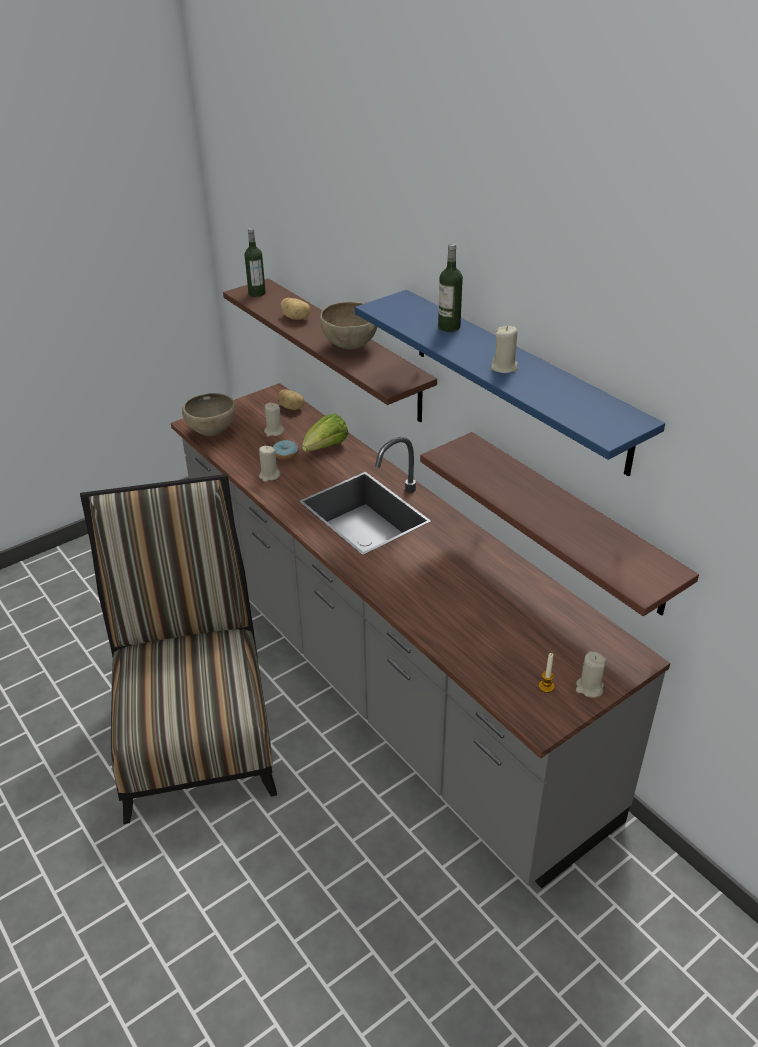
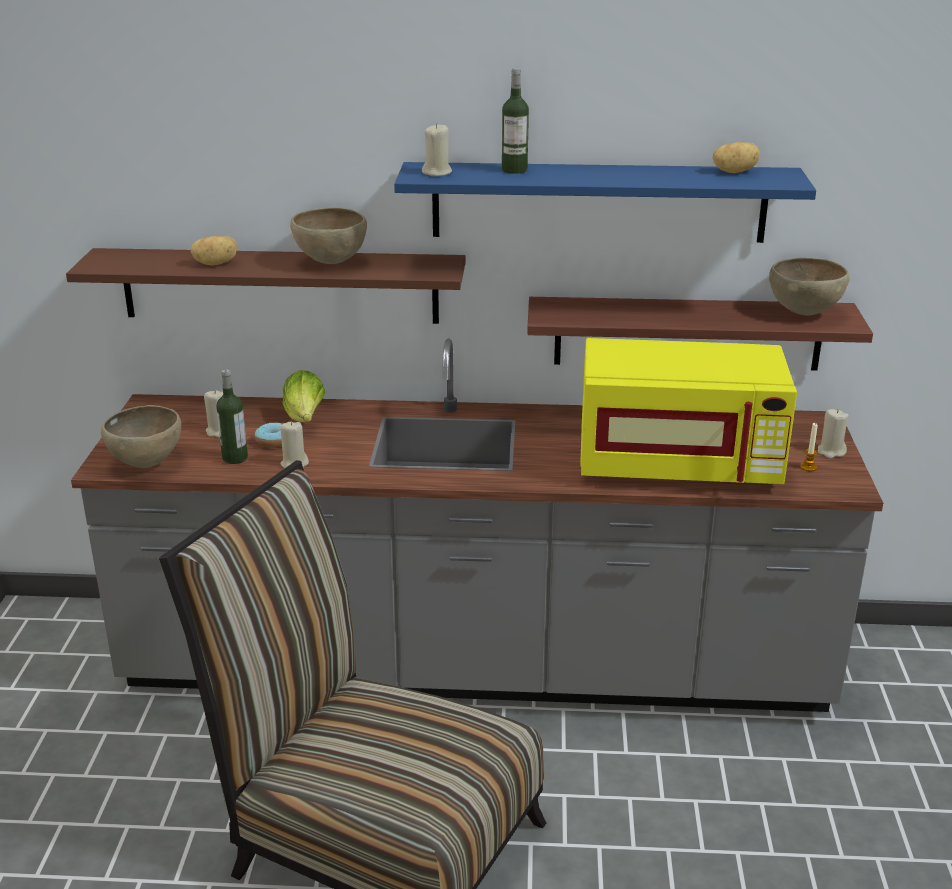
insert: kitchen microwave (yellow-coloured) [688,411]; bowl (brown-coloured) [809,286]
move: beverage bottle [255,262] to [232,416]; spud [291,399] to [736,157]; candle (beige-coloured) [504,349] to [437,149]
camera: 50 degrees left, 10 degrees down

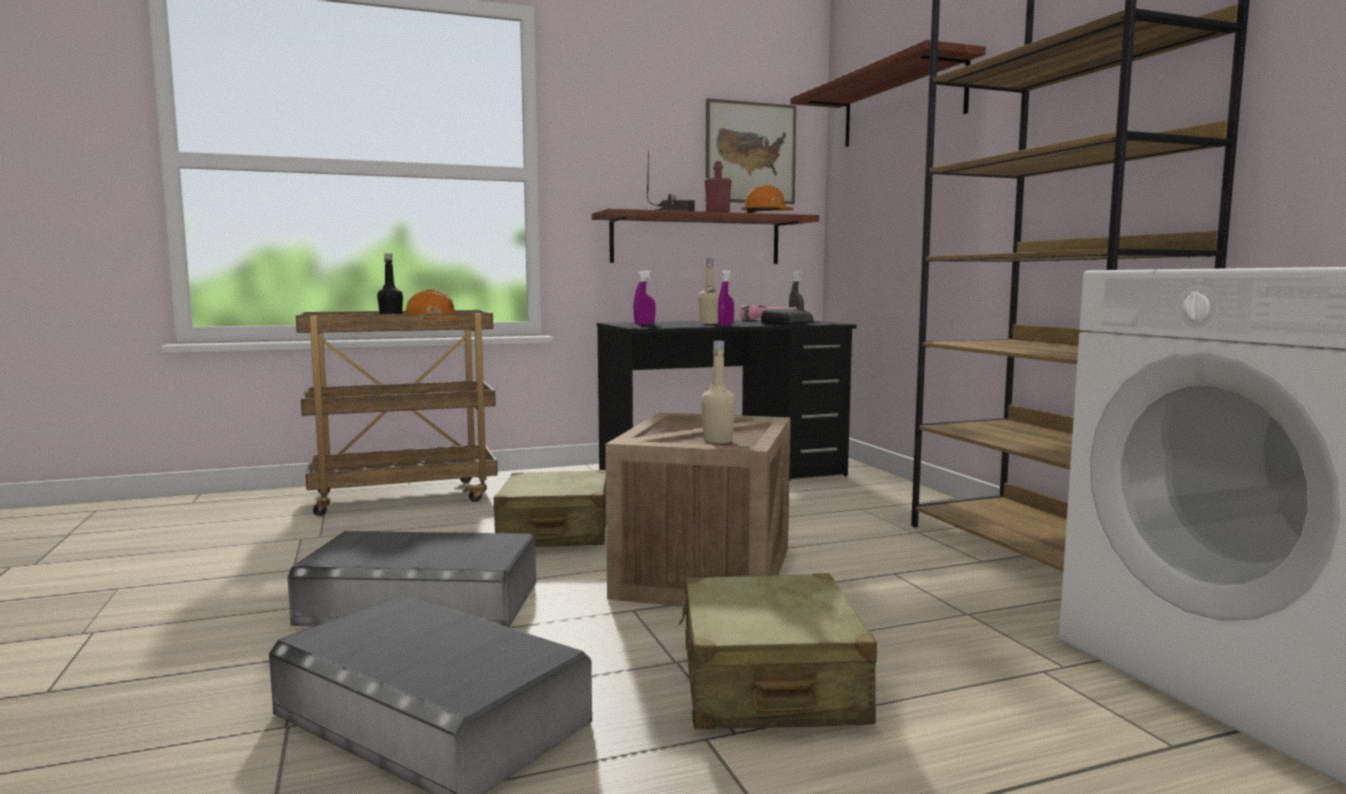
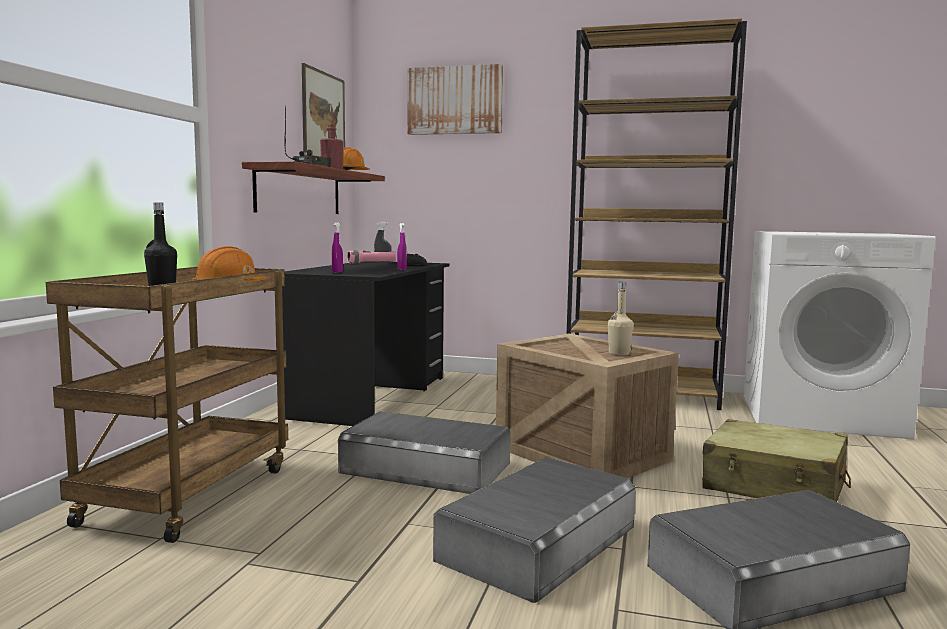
delete: beverage bottle (beige-coloured) [709,291]
replace: travel case (beige-coloured) [550,508] to storage bin (gray) [424,452]; wall shelf [888,93] to picture [455,99]
camera: 55 degrees left, 0 degrees up

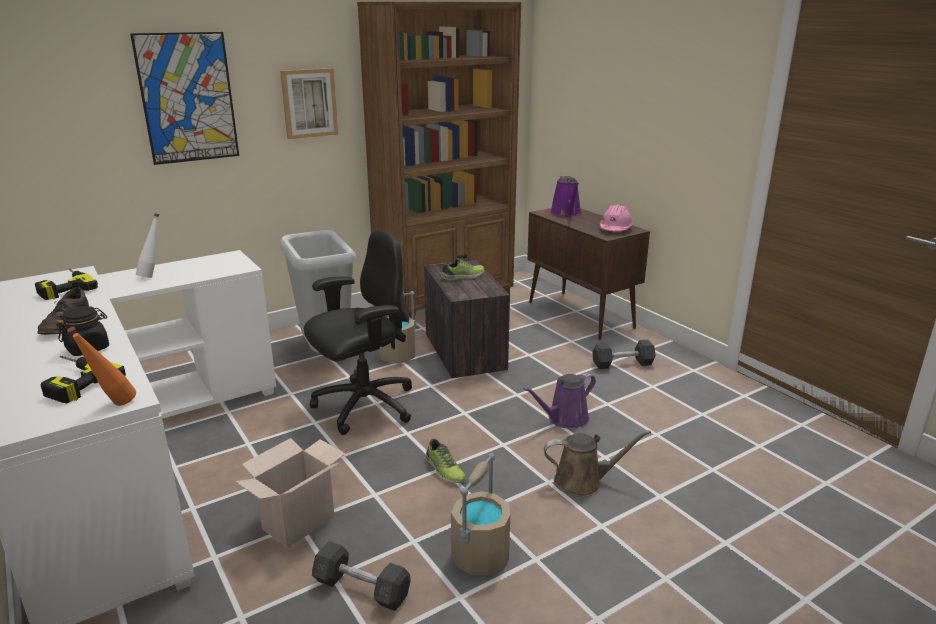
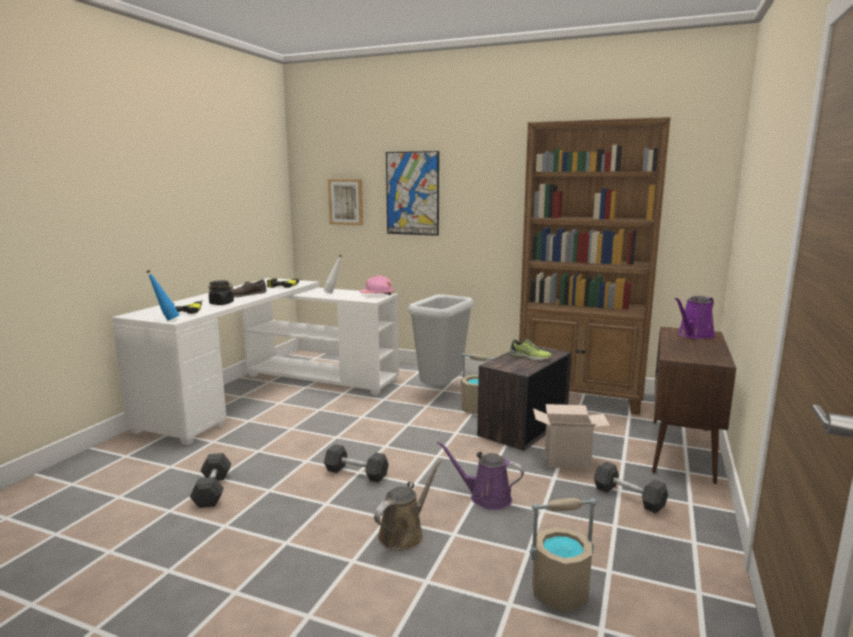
delete: computer chair (black-coloured) [358,333]
move: cardboard box [290,493] to [571,436]; picture [309,103] to [345,202]; pail (beige-coloured) [480,514] to [563,555]; hard hat (pinkish) [616,217] to [377,285]
replace: item of footwear [446,461] to hand weight (gray) [356,463]
recolor: beverage bottle (orange) [101,366] to beverage bottle (blue) [162,295]
rotate: watering pot (brown-coloured) [597,463] = [408,505] 105 degrees counterclockwise
camera: 55 degrees right, 10 degrees down

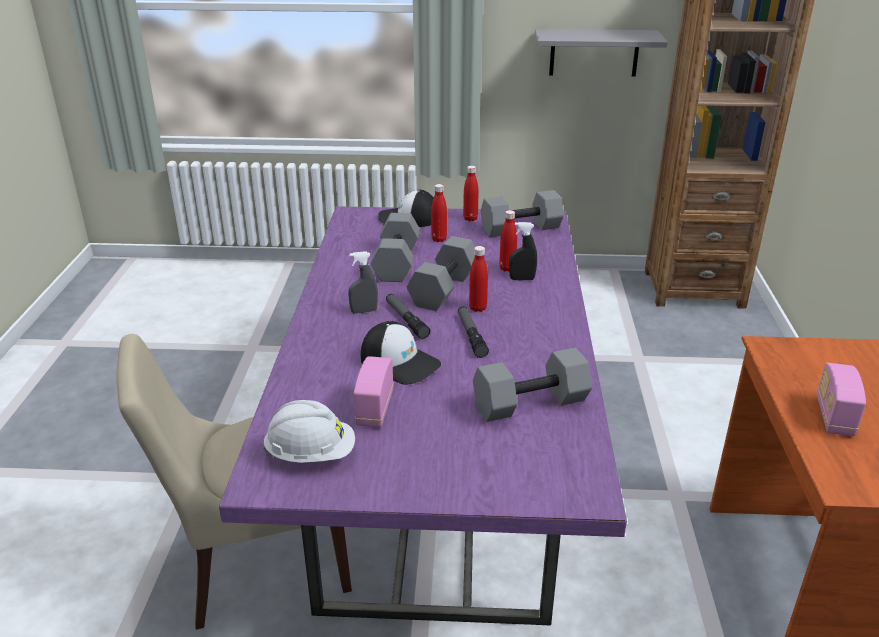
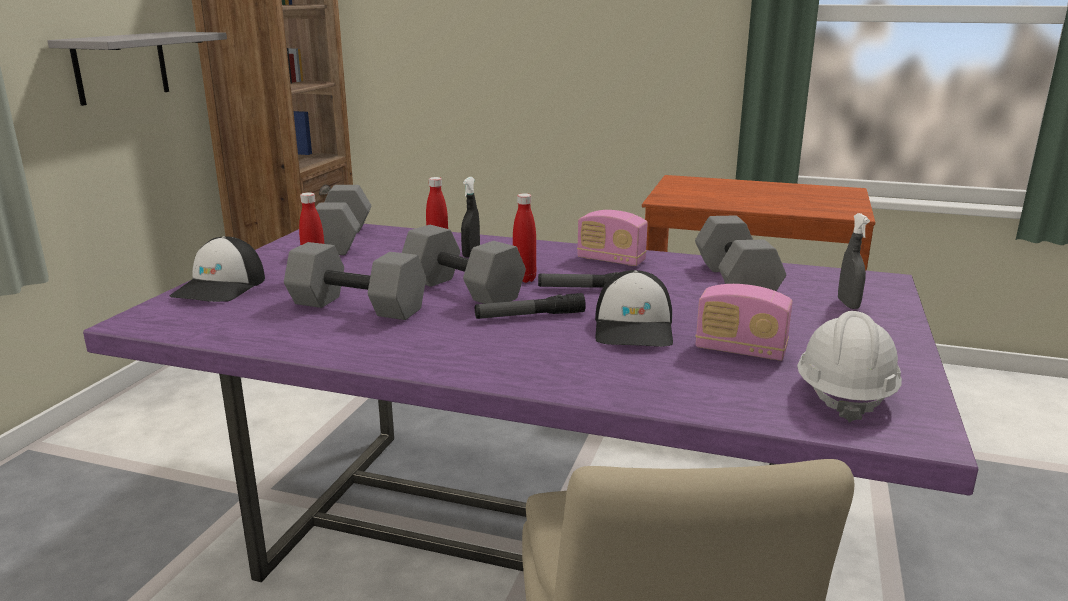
delete: beverage bottle (red) [470,193]
move: hand sprayer (gray) [363,282] to [854,261]; radio set [841,399] to [612,238]
rotate: baseball cap [401,353] = [634,308] 135 degrees clockwise
camera: 75 degrees left, 10 degrees down

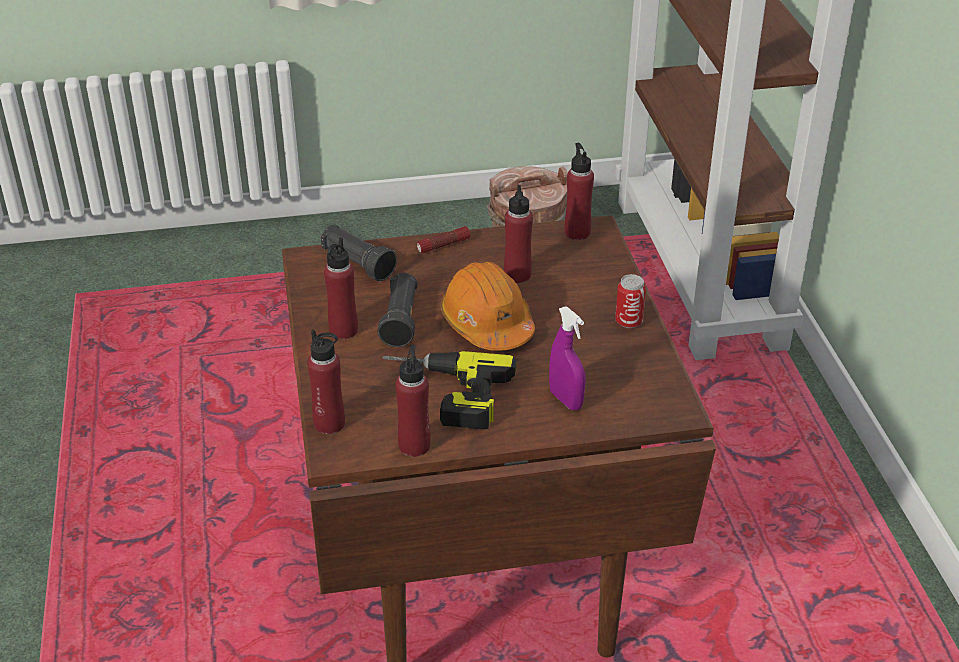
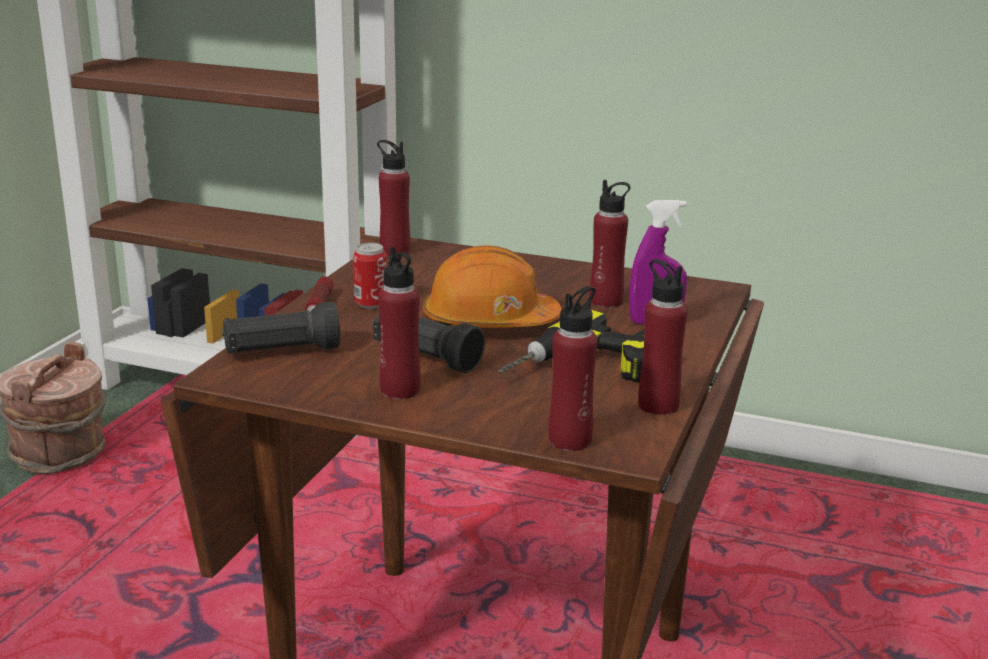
move: beverage bottle (red) [518,234] to [610,244]; metal can [630,301] to [370,276]
camera: 60 degrees left, 15 degrees down

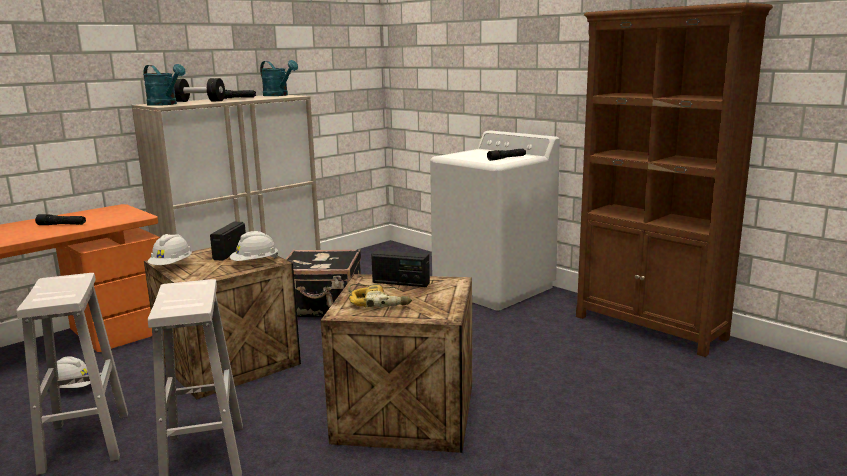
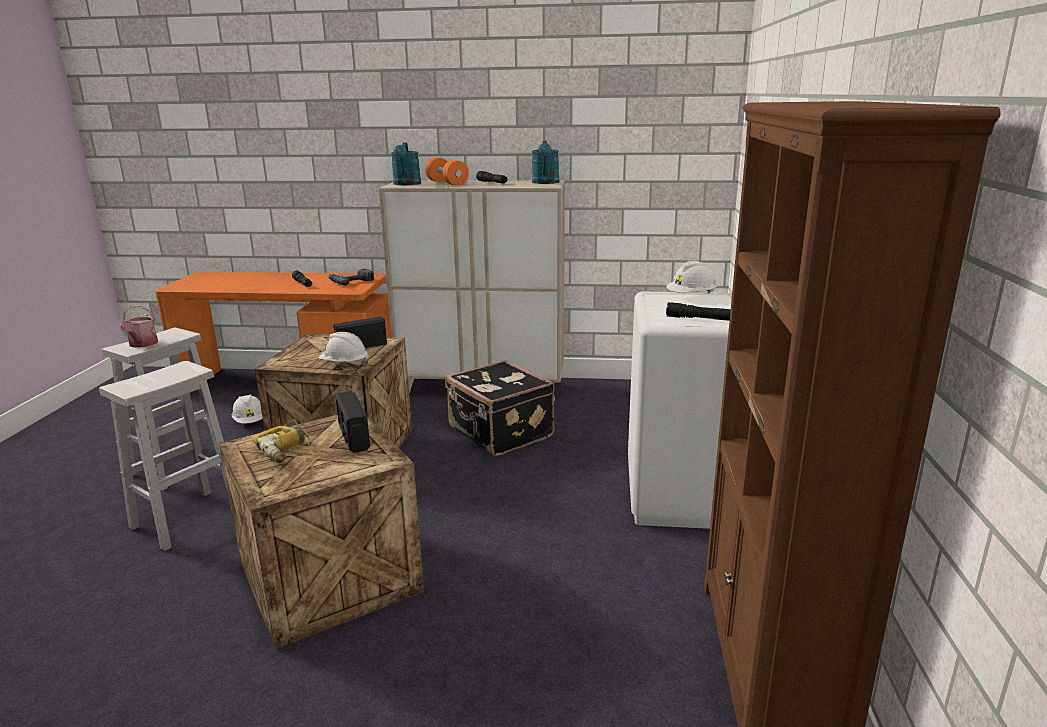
insert: watering pot [138,326]; power drill [351,277]
move: hard hat (white) [169,249] to [691,277]
recolor: hand weight (black-coloured) [199,90] to hand weight (orange) [447,171]
camera: 50 degrees right, 5 degrees up

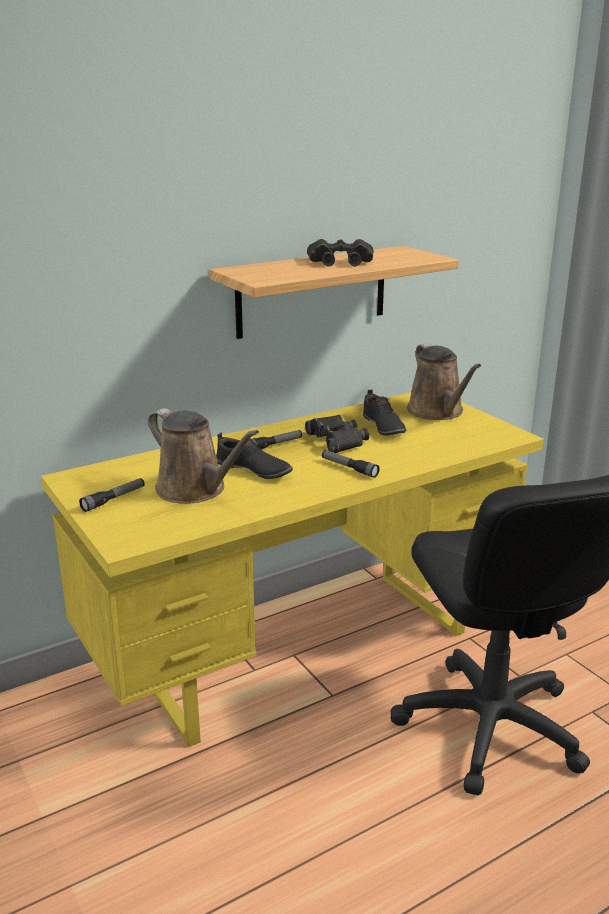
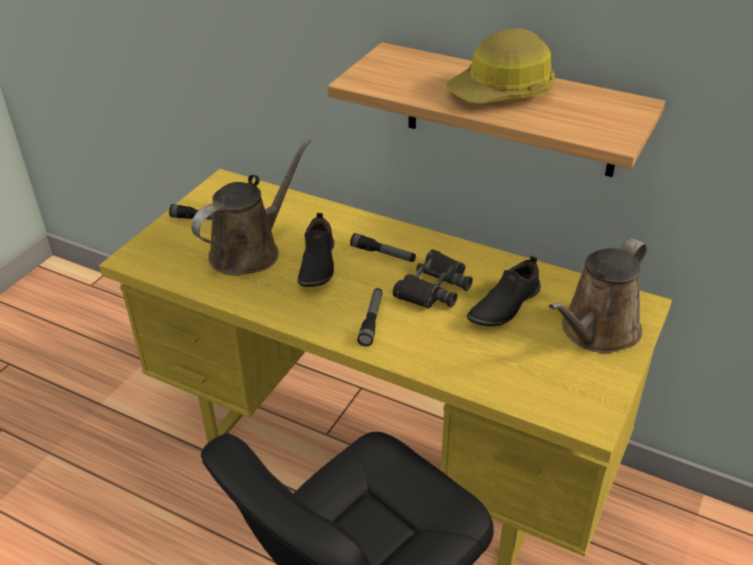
replace: pair of binoculars (black-coloured) [340,252] to hard hat [500,66]
rotate: watering pot (brown-coloured) [203,456] = [251,207] 150 degrees counterclockwise
camera: 60 degrees right, 15 degrees up

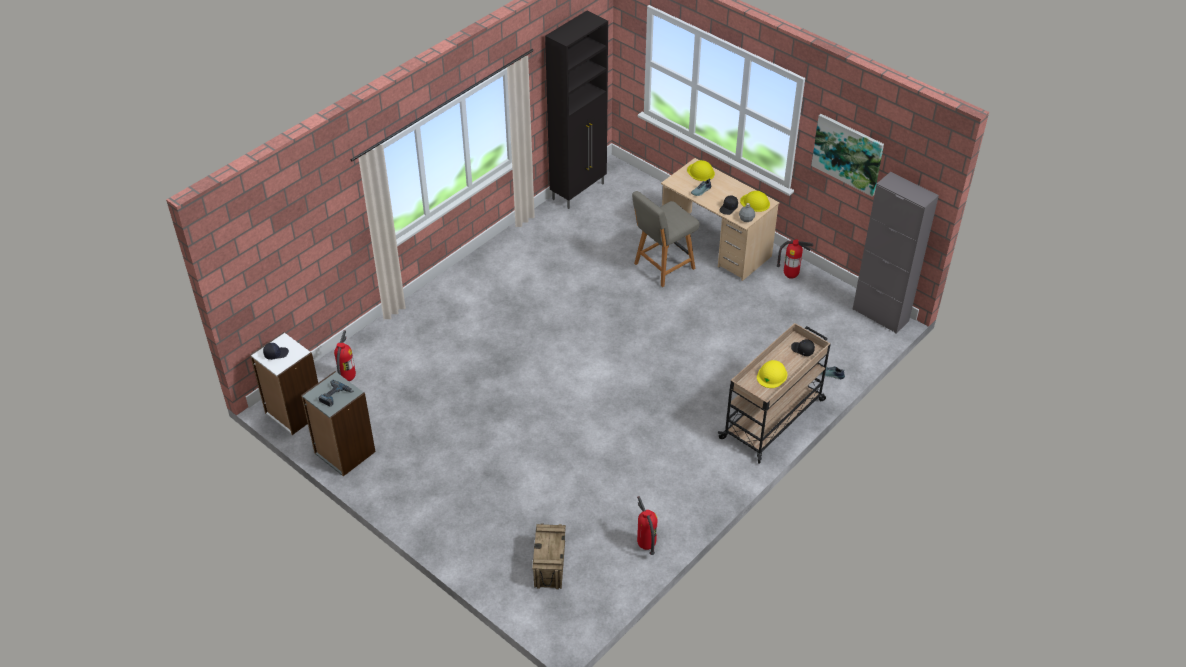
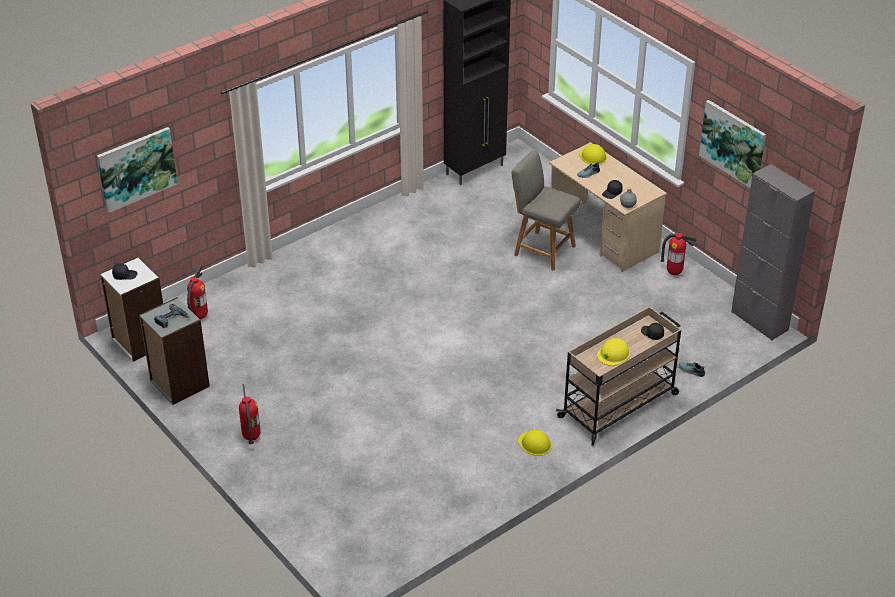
delete: packing crate [549,556]
insert: picture [137,170]
move: extinguisher [647,525] to [250,414]; hard hat (yellow-coloured) [755,201] to [535,443]
rotate: plain chair (gray) [666,239] = [546,210] 60 degrees clockwise
camera: 10 degrees right, 5 degrees down

